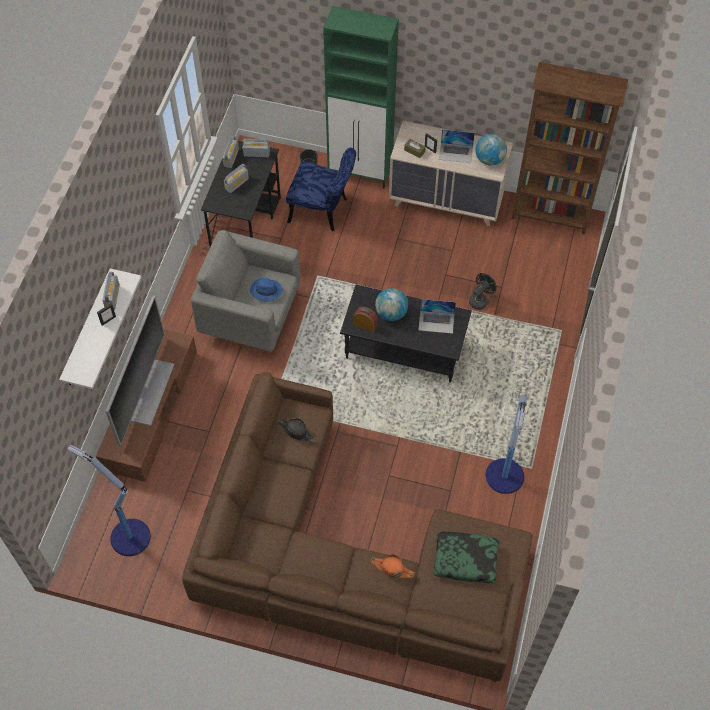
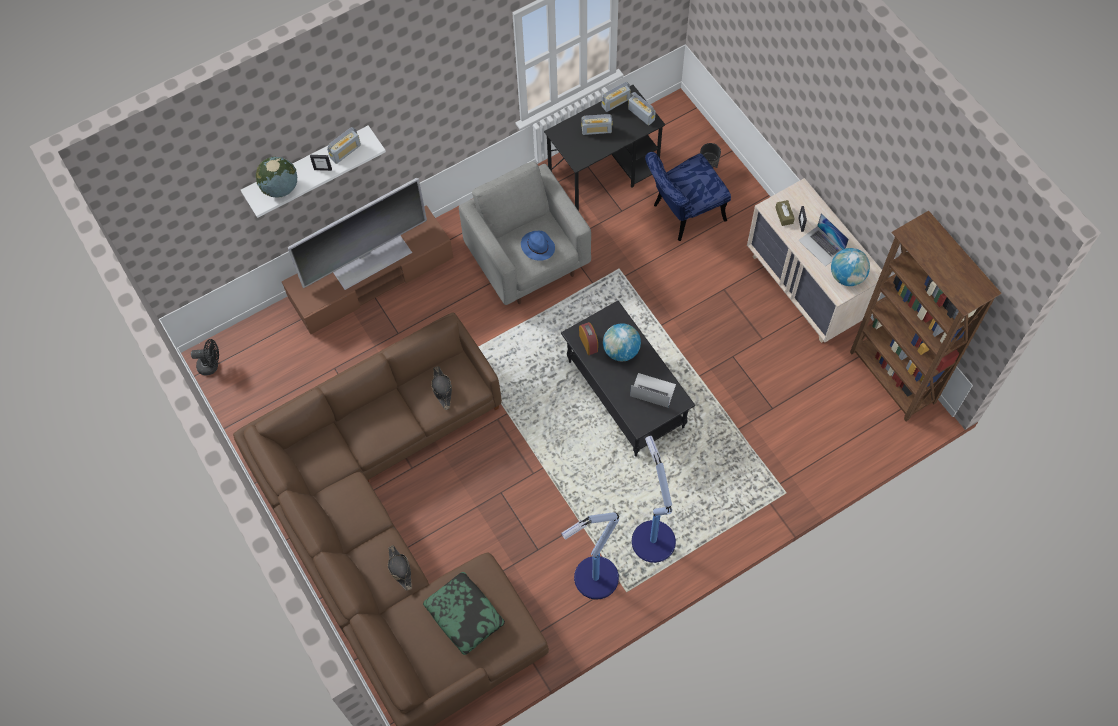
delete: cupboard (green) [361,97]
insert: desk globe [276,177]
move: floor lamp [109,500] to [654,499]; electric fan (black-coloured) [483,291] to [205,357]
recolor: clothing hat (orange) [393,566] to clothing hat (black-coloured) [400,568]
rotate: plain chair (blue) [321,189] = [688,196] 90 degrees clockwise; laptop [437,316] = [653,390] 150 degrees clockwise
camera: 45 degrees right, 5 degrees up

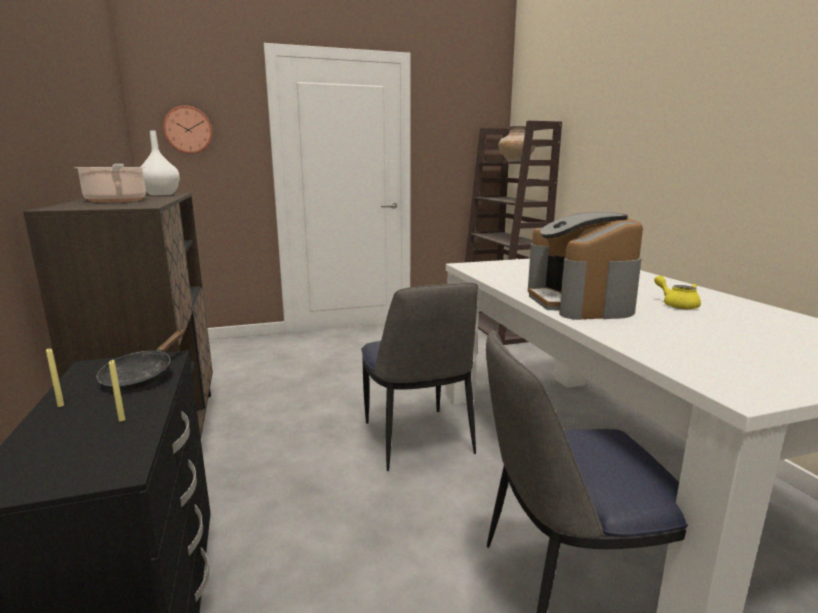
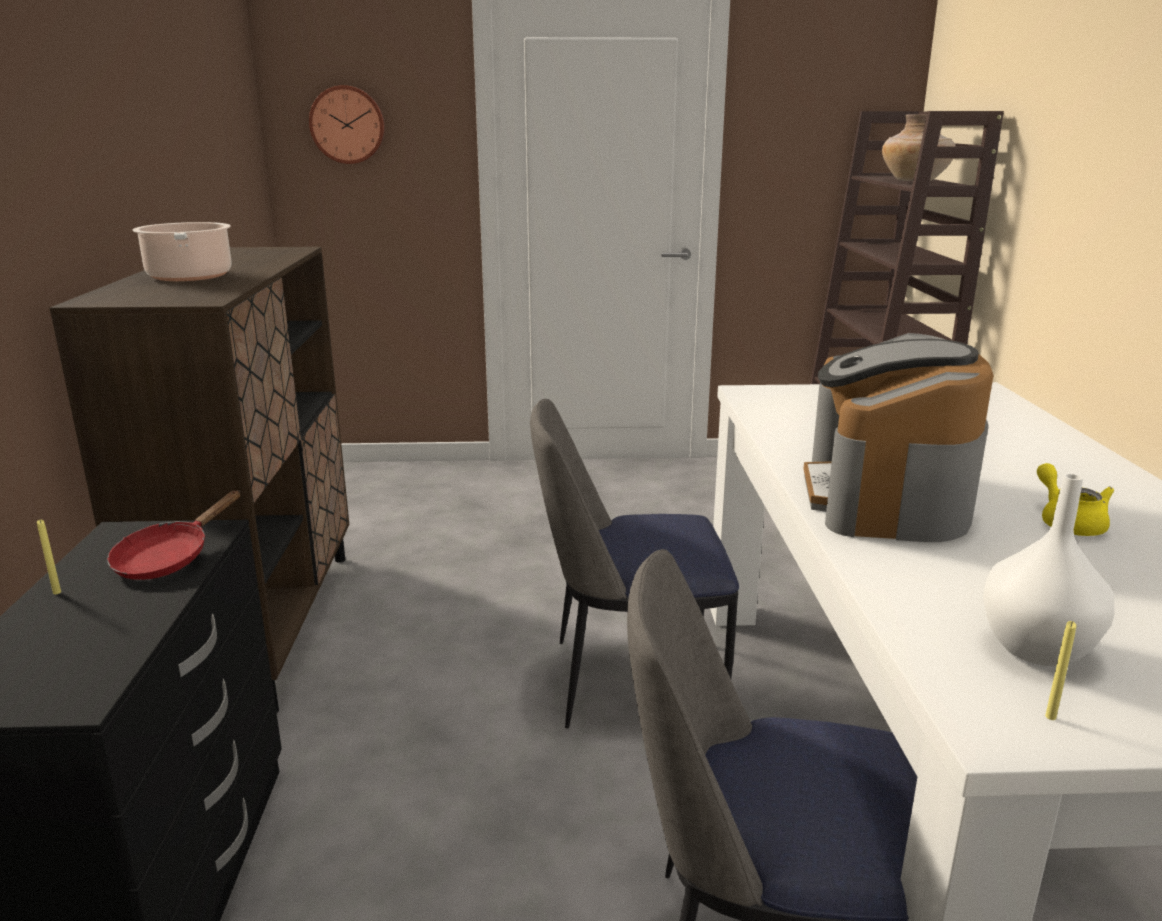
move: candle (yellow-coloured) [117,391] to [1060,670]; vase (white) [160,162] to [1049,570]
recolor: skillet (black-coloured) [141,360] to skillet (red) [173,535]
rotate: plain chair [419,377] = [634,564] 90 degrees clockwise
camera: 15 degrees right, 5 degrees up

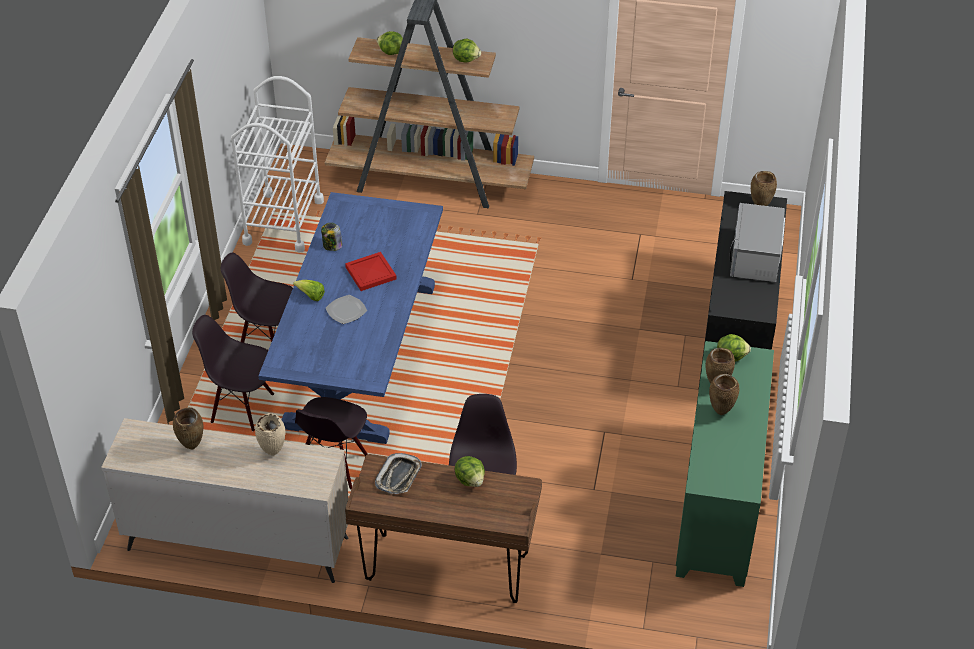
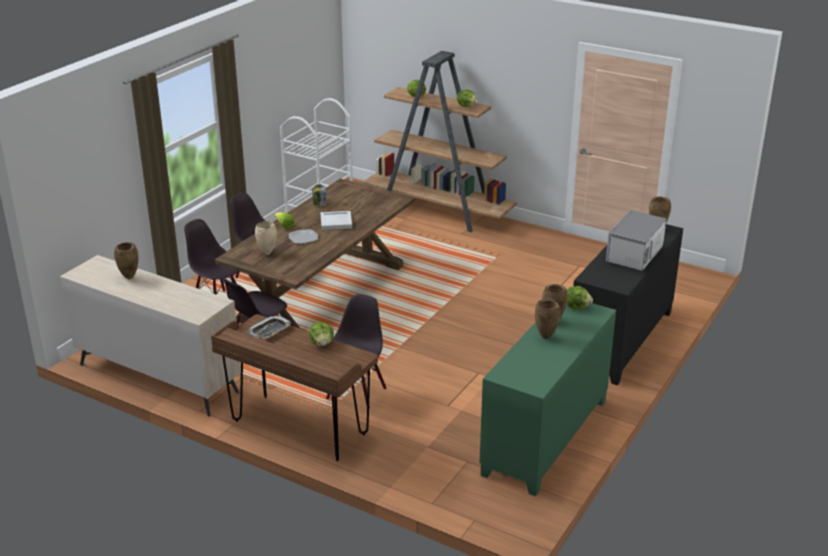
move: vase (beige-coloured) [270,434] to [266,238]
recolor: kitchen table (blue) [350,318] to kitchen table (brown-coloured) [315,254]; tray (red) [371,271] to tray (white) [336,220]
camera: 20 degrees right, 15 degrees down

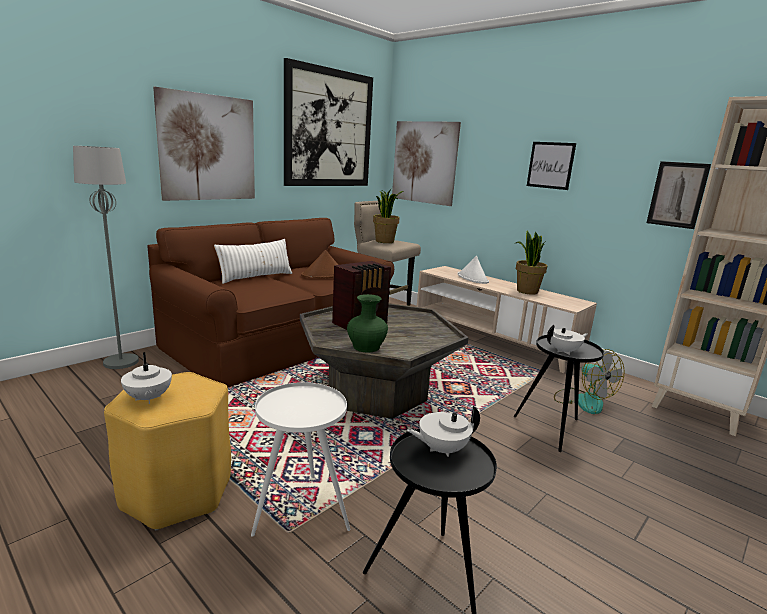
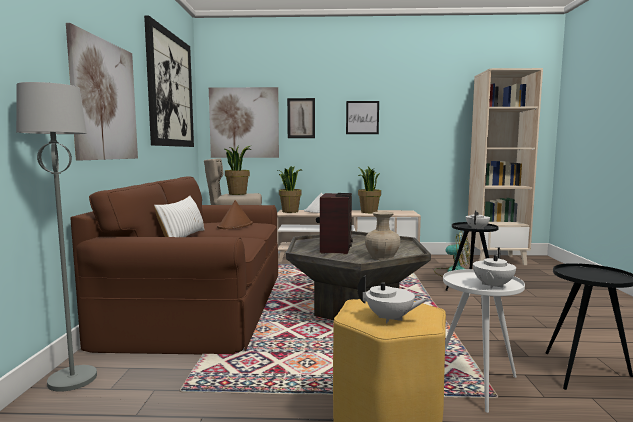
insert: plant in a pot [290,189]
move: teapot (white) [443,431] to [494,268]; picture [679,195] to [301,118]
recolor: vase (green) [367,323] to vase (beige-coloured) [382,235]
camera: 40 degrees left, 10 degrees down

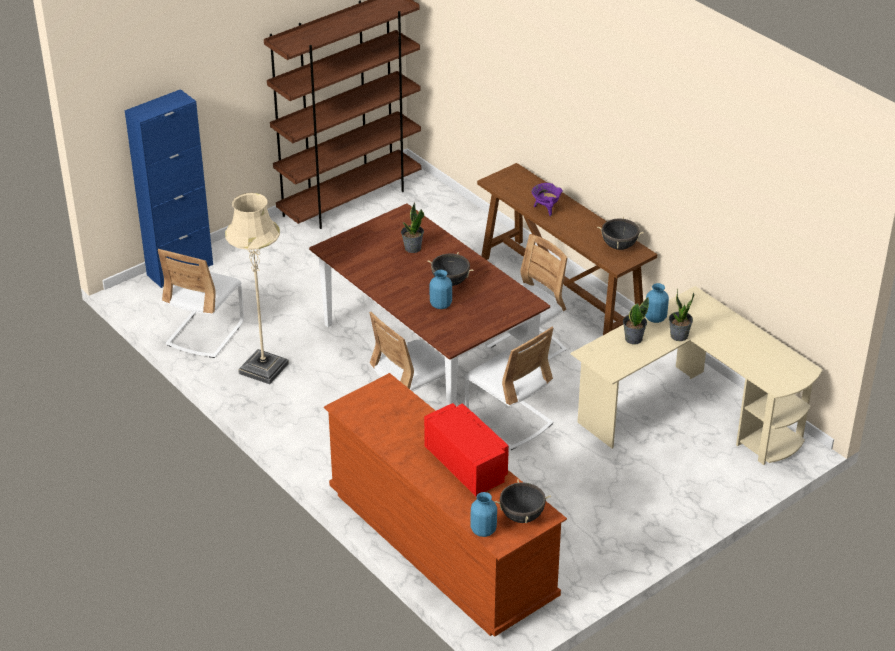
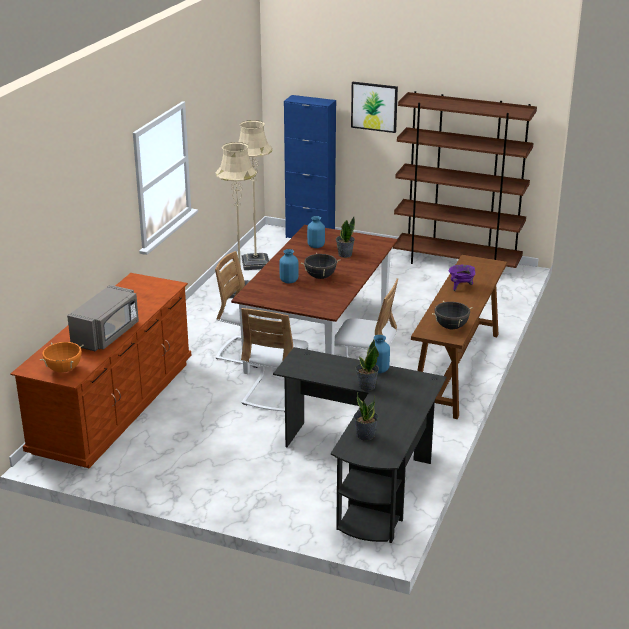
insert: picture [374,107]
move: vase (blue) [483,514] to [316,232]; plant in a pot [636,320] to [366,416]
replace: plain chair (white) [201,303] to floor lamp (beige-coloured) [256,195]
recolor: kitchen microwave (red) [466,449] to kitchen microwave (gray) [103,318]; cooking pot (black-coloured) [522,501] to cooking pot (orange) [62,357]; desk (beige-coloured) [696,375] to desk (black-coloured) [360,445]
camera: 60 degrees right, 10 degrees down

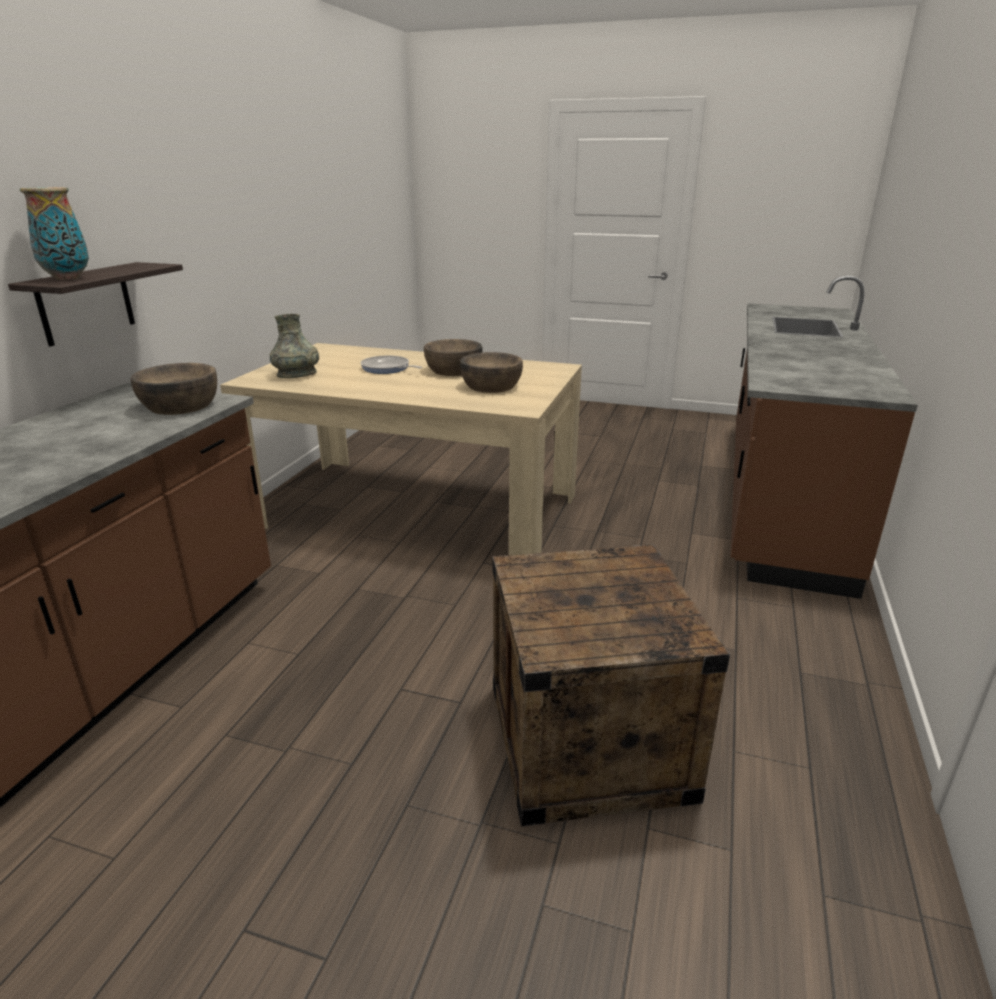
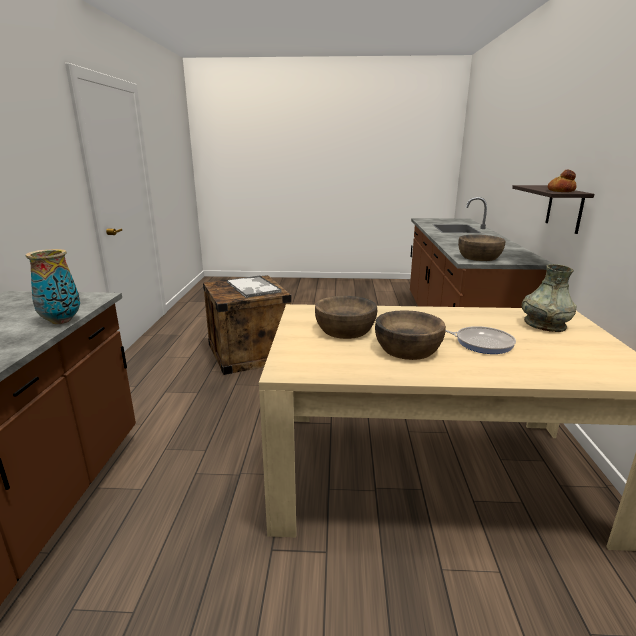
insert: tray [254,287]; bread [562,181]
move: vase [54,233] to [53,286]
camera: 165 degrees right, 5 degrees down

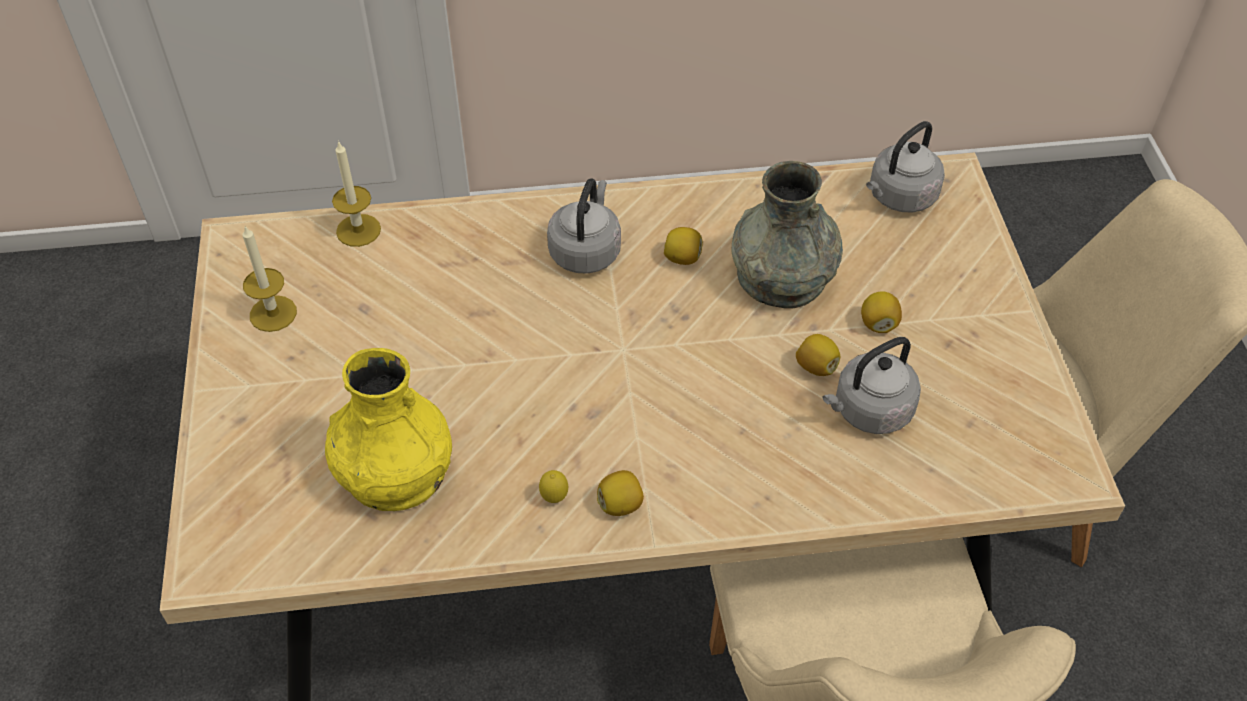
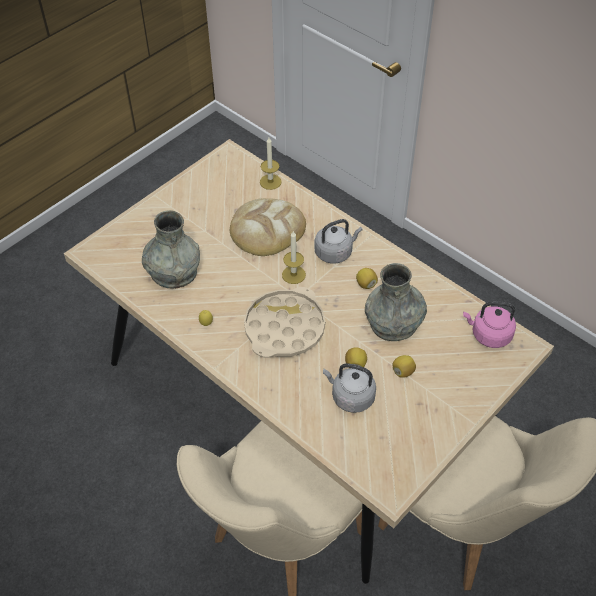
delete: citrus fruit [620,493]
insert: bread [268,227]; tray (beige-coloured) [284,322]
move: candle [269,279] to [294,257]
recolor: vase (yellow-coloured) [388,429] to vase (gray) [171,249]; water kettle (gray) [905,167] to water kettle (pinkish) [489,324]
camera: 50 degrees right, 0 degrees up

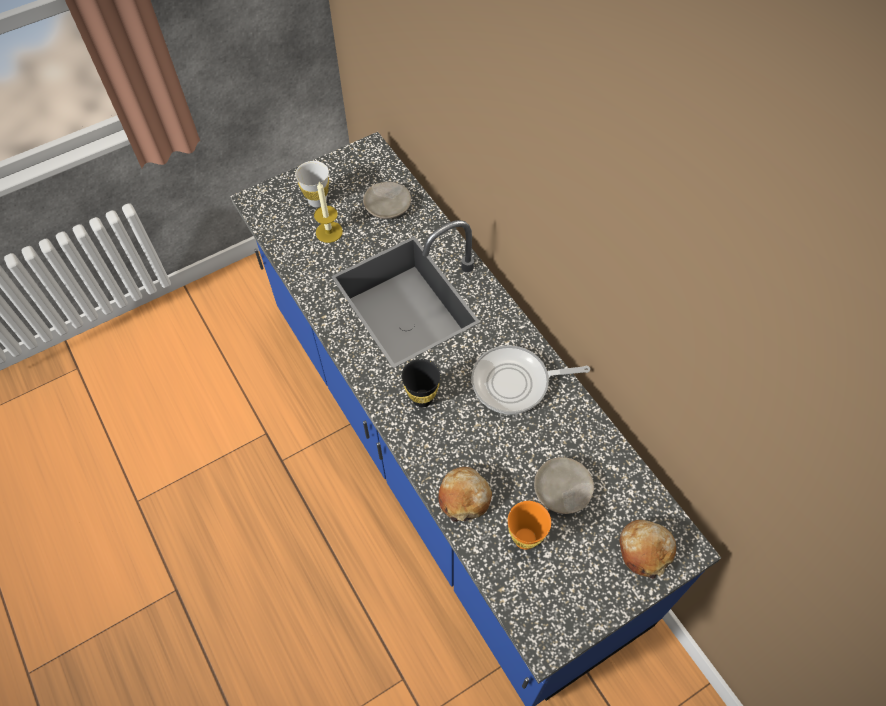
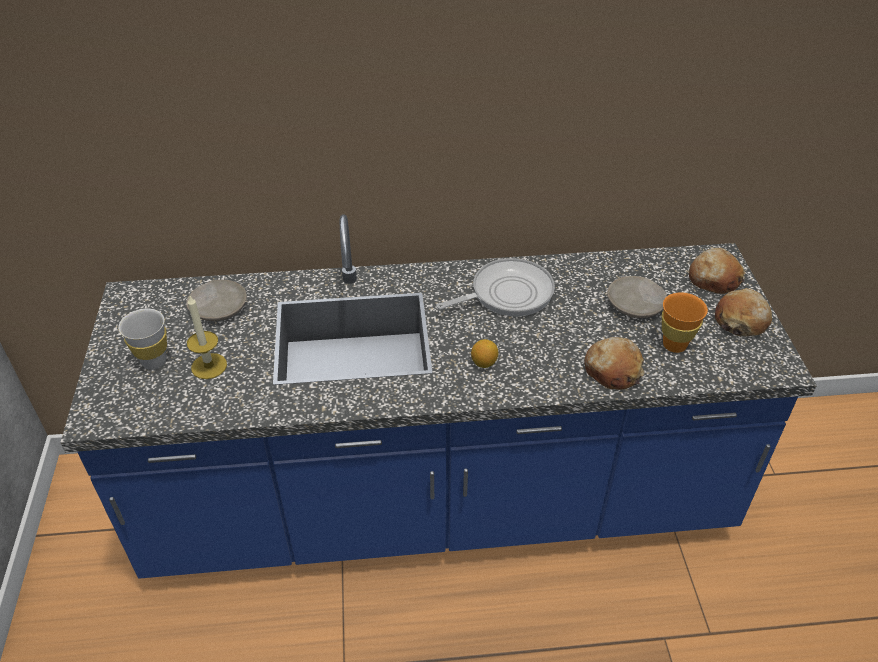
insert: bread [743,312]
replace: small cup (black-coloured) [421,383] to citrus fruit [485,353]
rotate: skillet [530,380] = [495,287] 135 degrees counterclockwise
camera: 65 degrees left, 15 degrees down

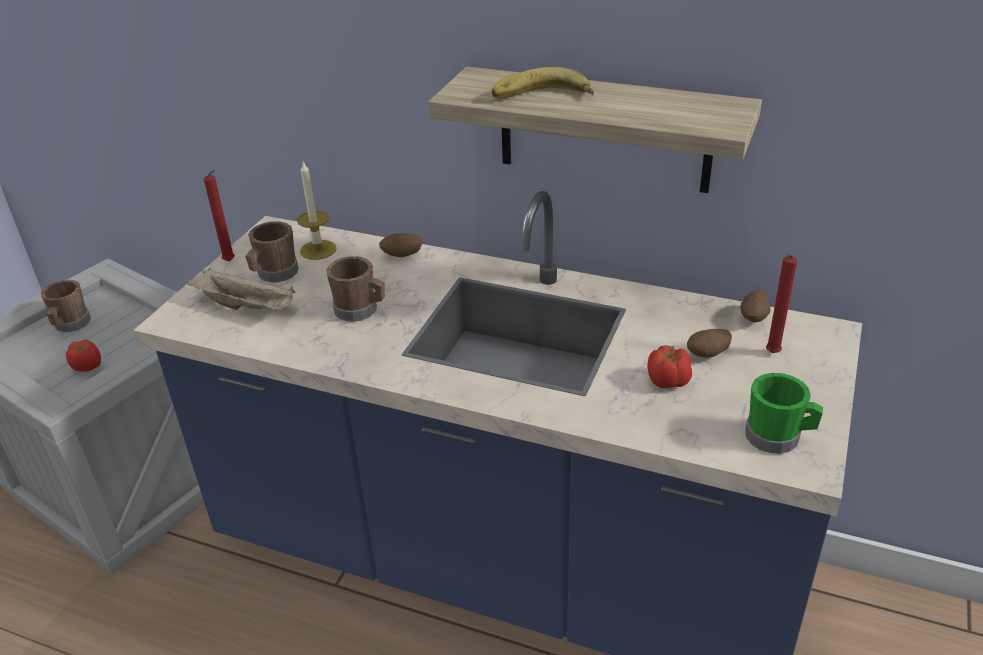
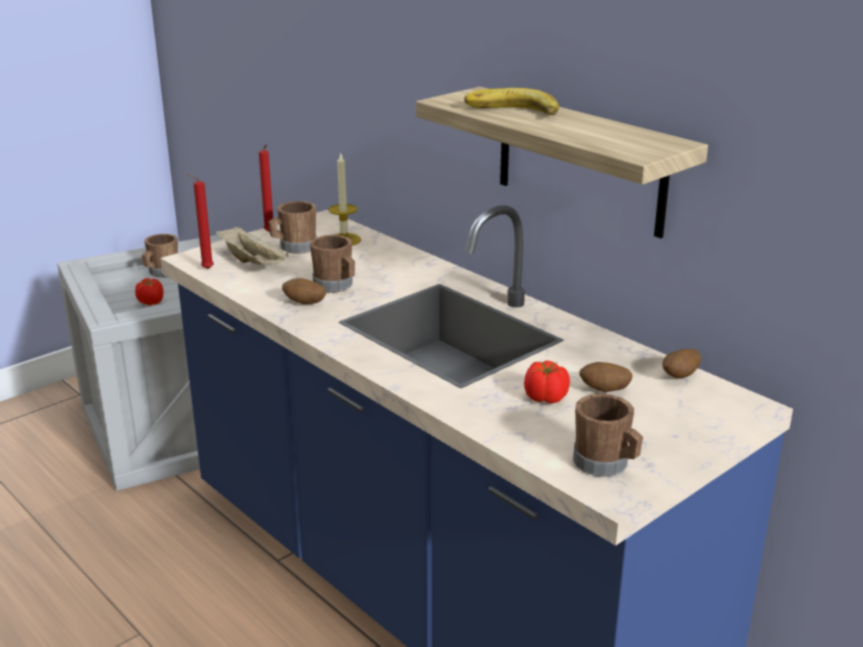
move: spud [400,245] to [304,291]; candle (red) [781,303] to [200,221]
recolor: mug (green) [784,413] to mug (brown-coloured) [608,435]
camera: 25 degrees right, 10 degrees down

